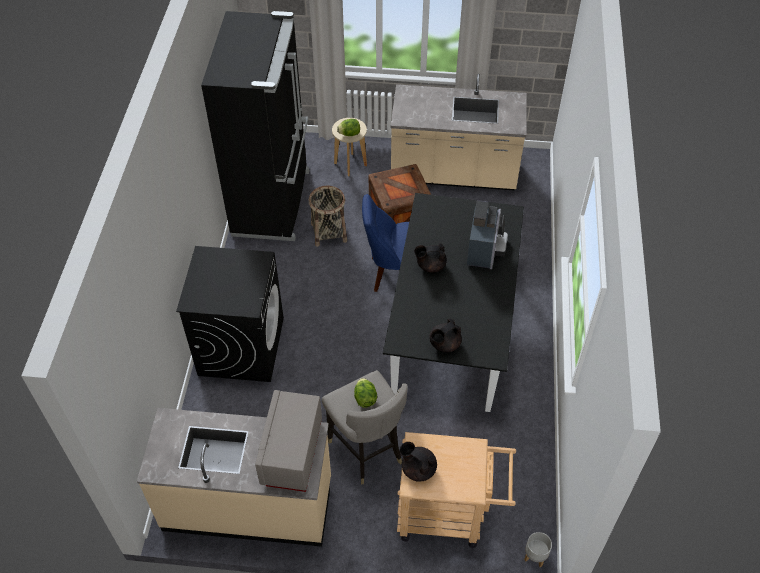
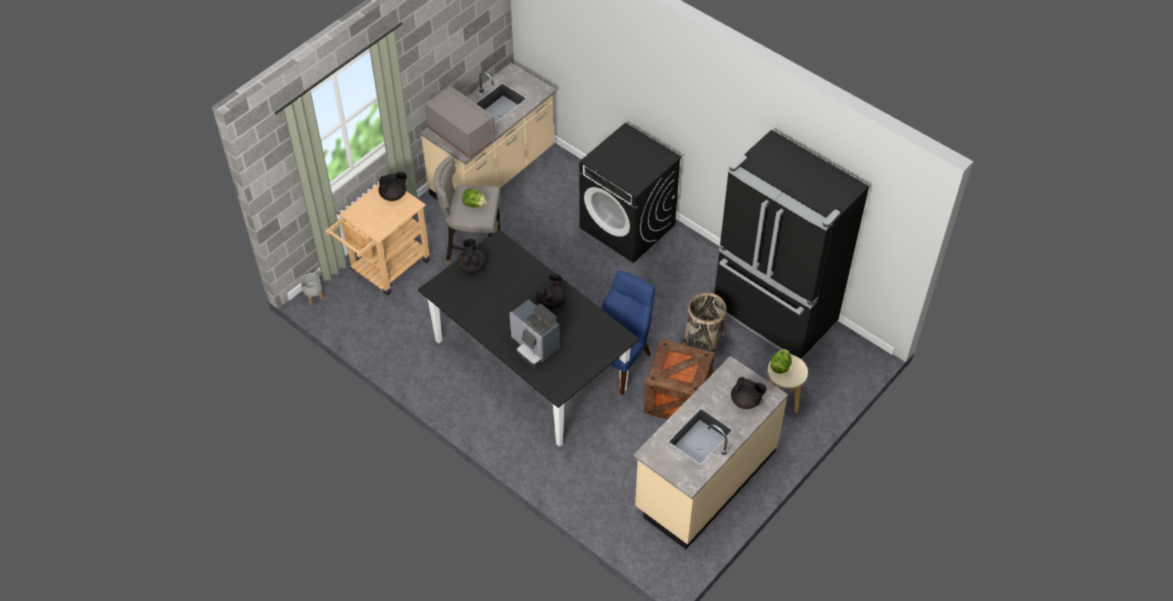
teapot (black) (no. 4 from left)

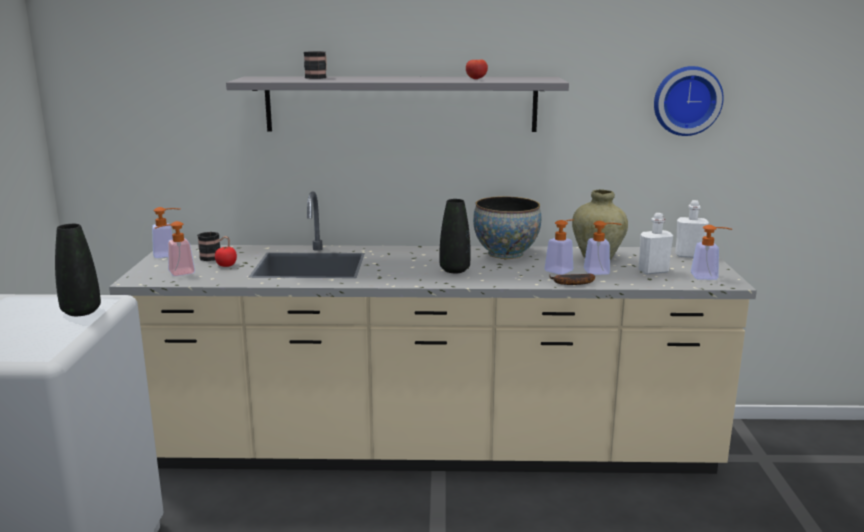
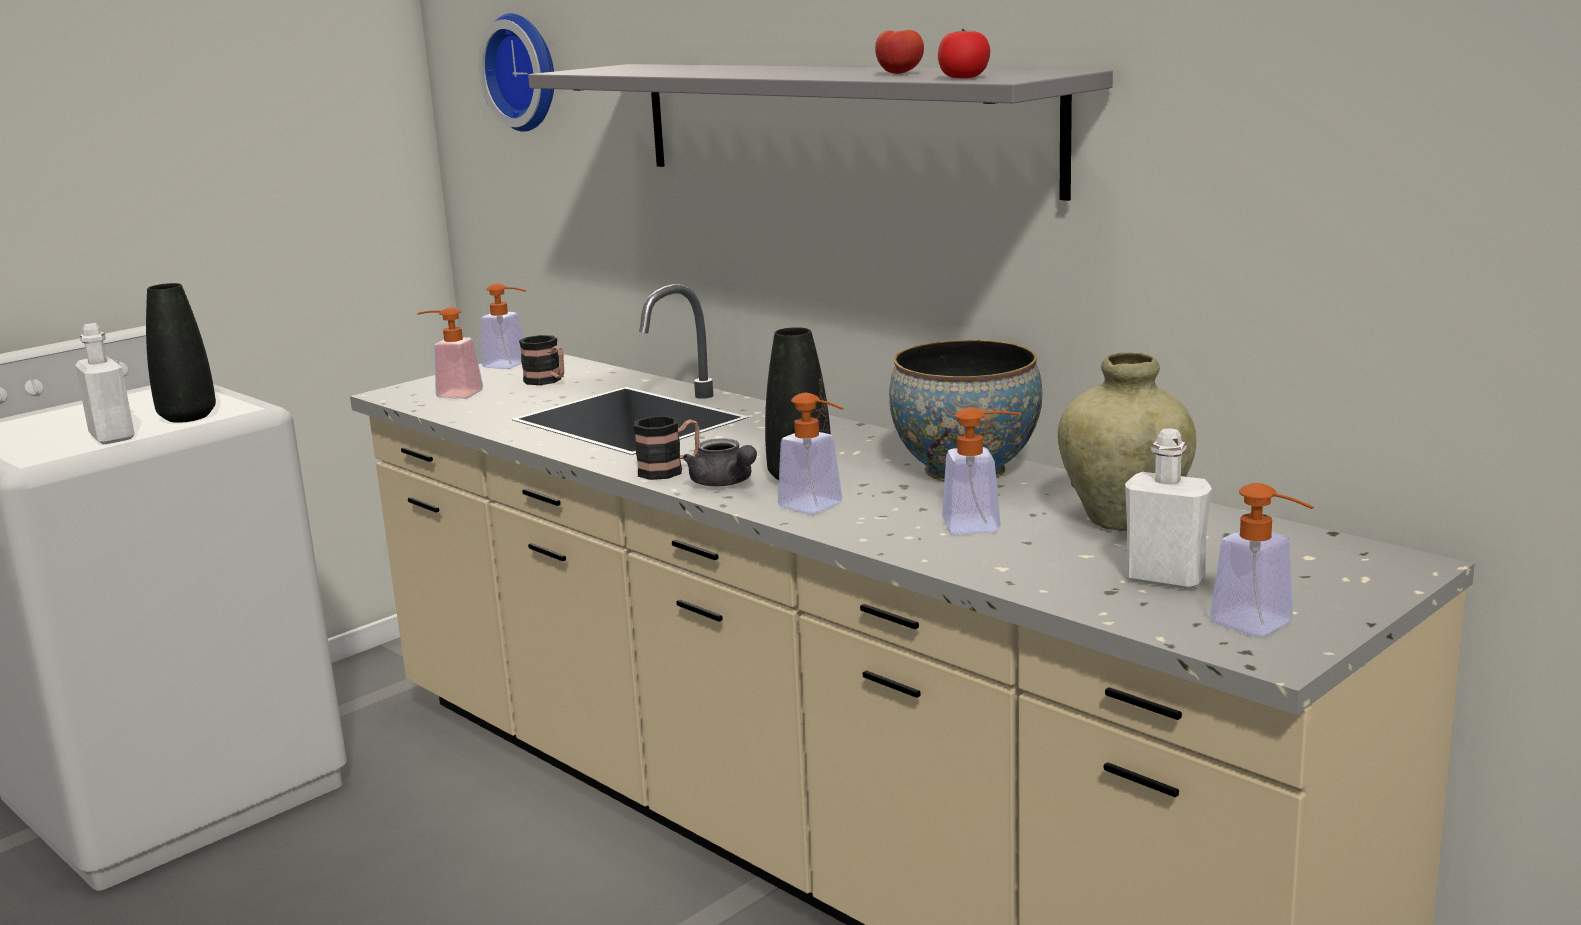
mug (no. 2 from left)
wall clock
bottle (white) (no. 1 from left)
soap dispenser (no. 3 from left)
tomato (no. 2 from left)
banana
teapot (grey)

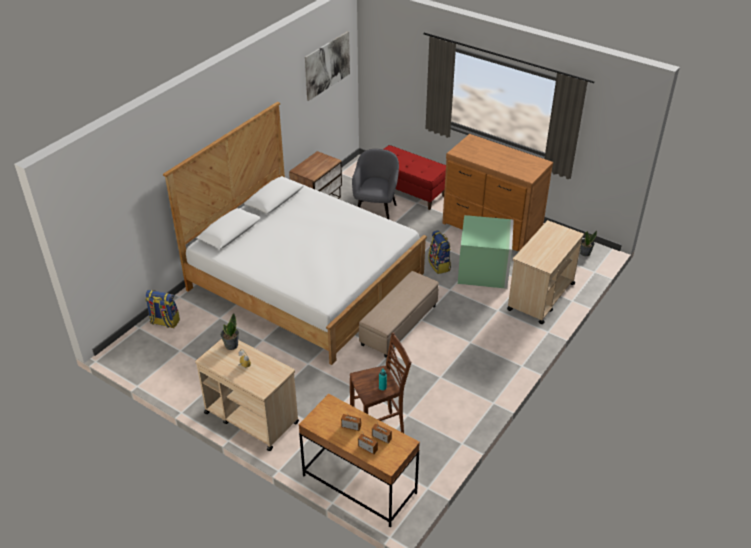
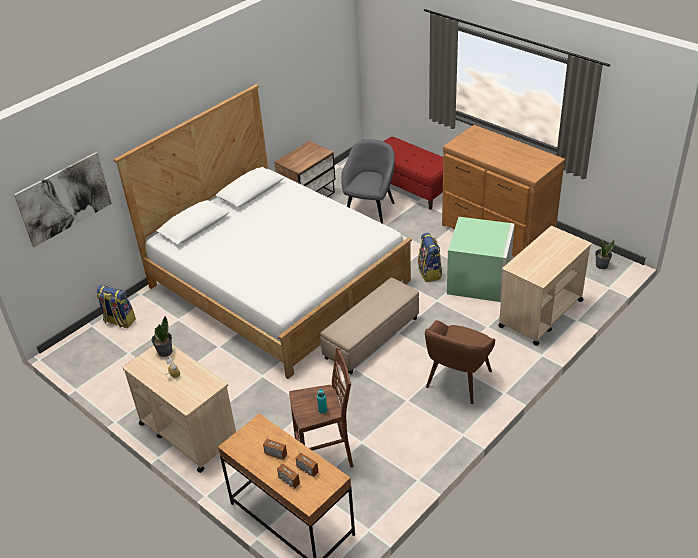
picture
armchair (brown)

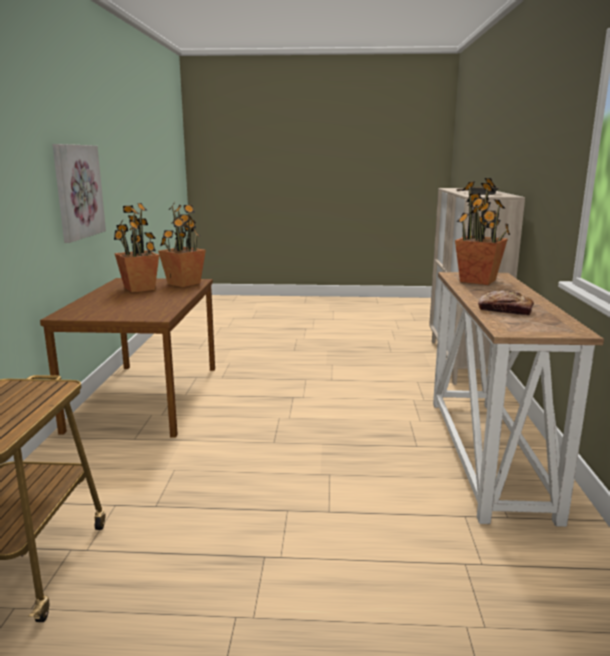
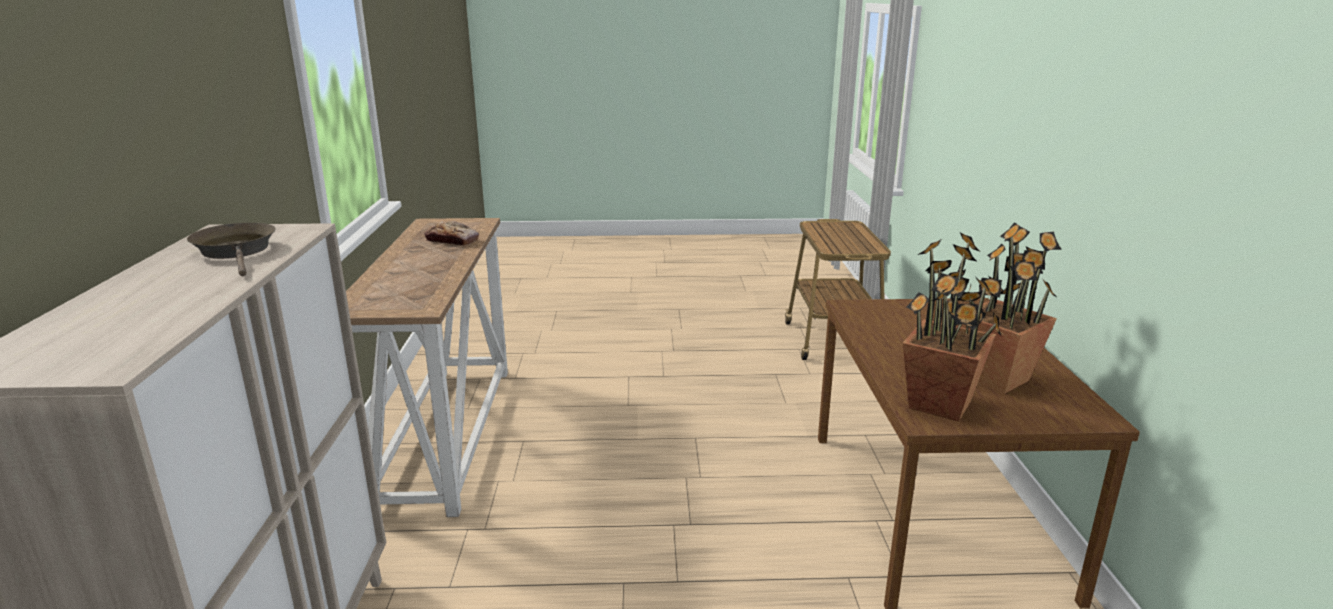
picture
potted plant (no. 3 from left in the first image)

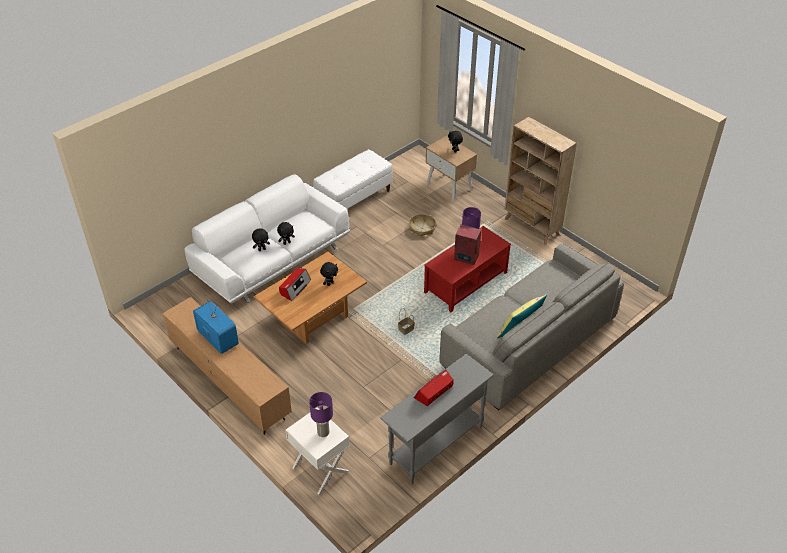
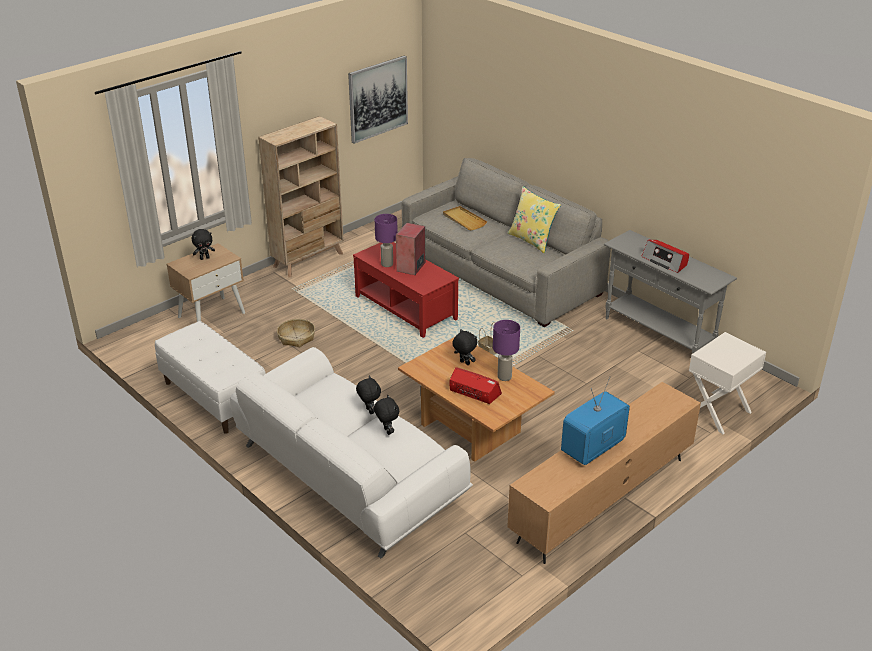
table lamp (purple) (no. 2 from left)
picture
tray (beige)

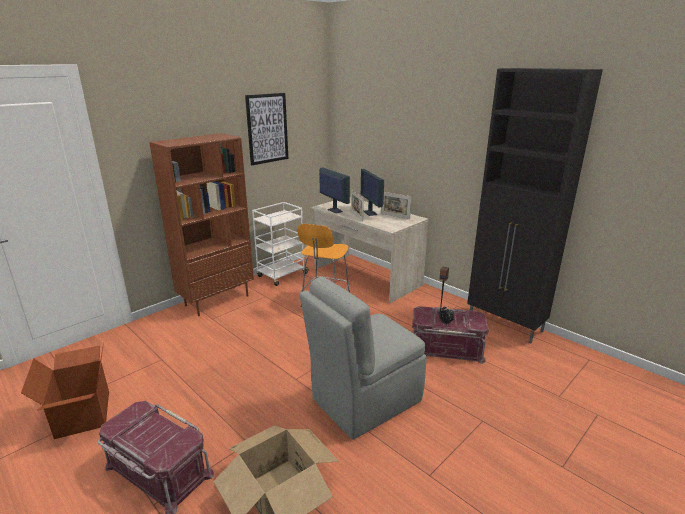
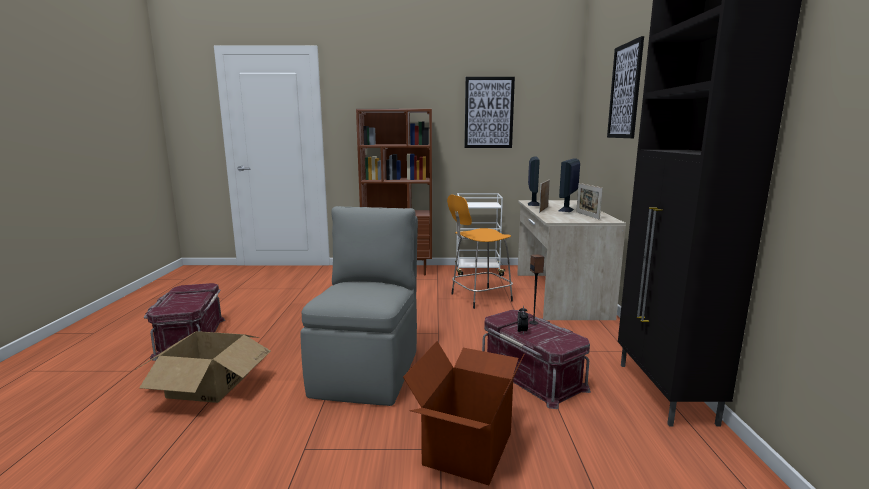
chair (grey)
cardboard box (no. 2 from left)
picture (no. 2 from left)

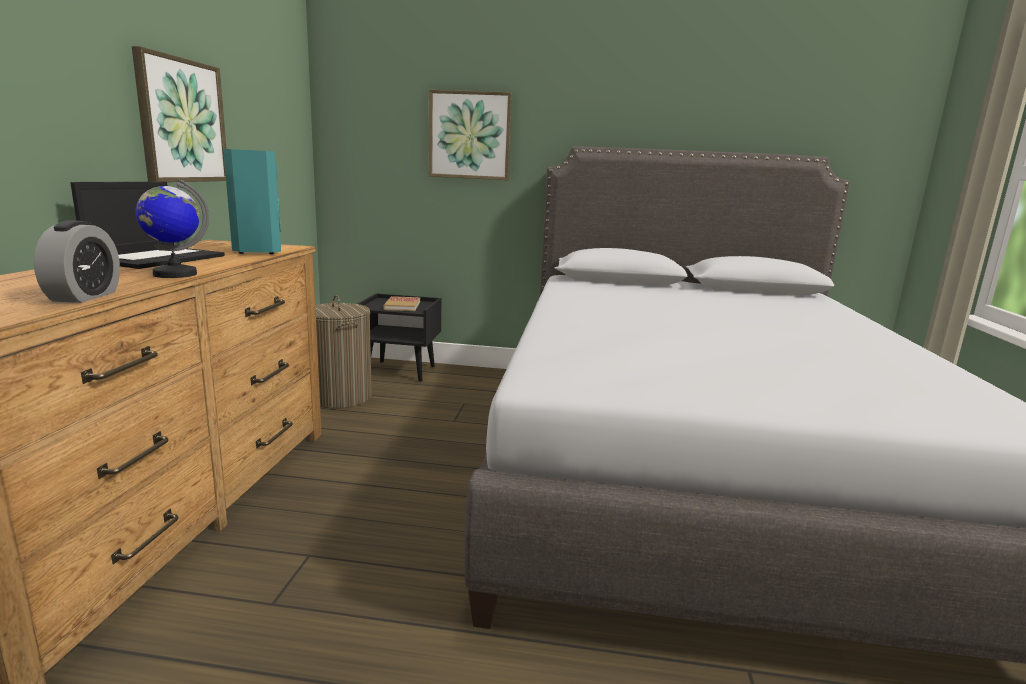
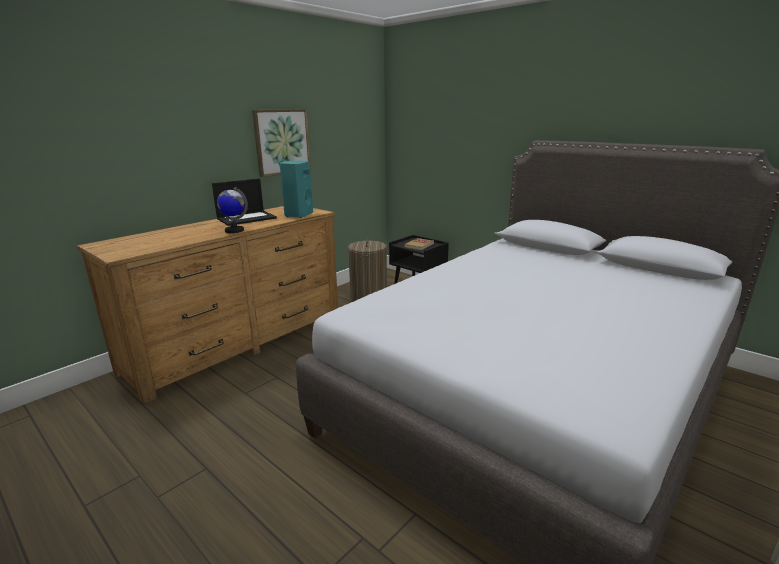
picture (no. 2 from left in the first image)
alarm clock

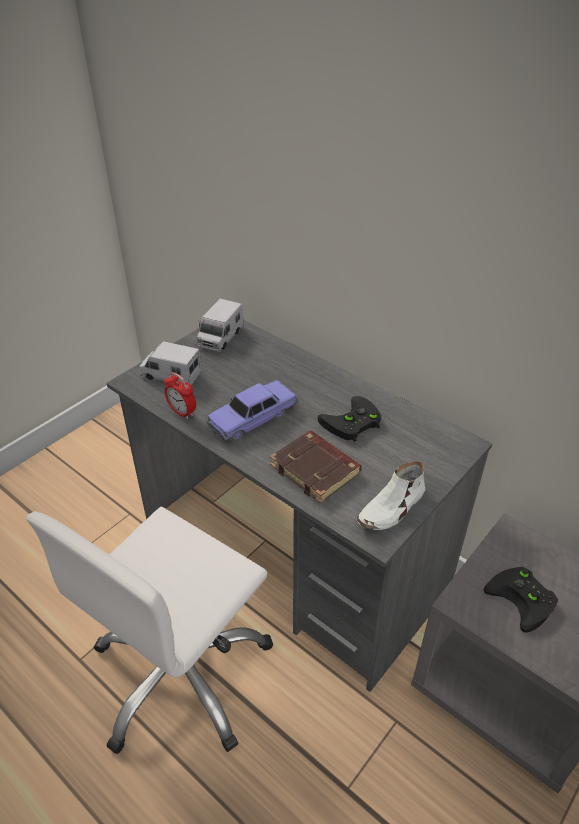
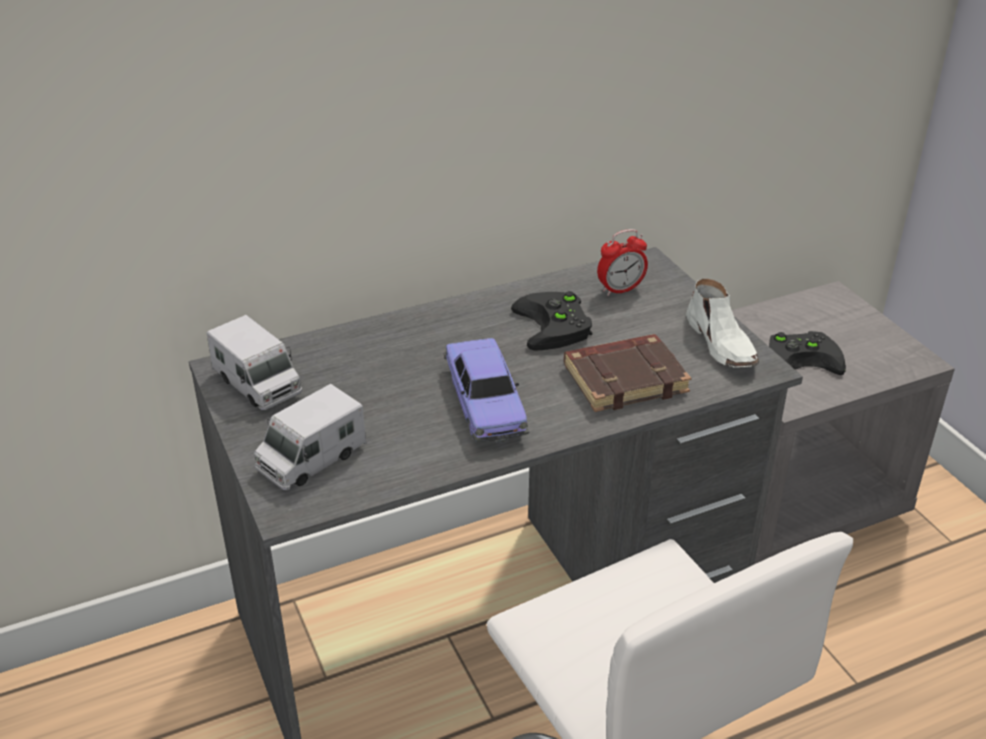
alarm clock

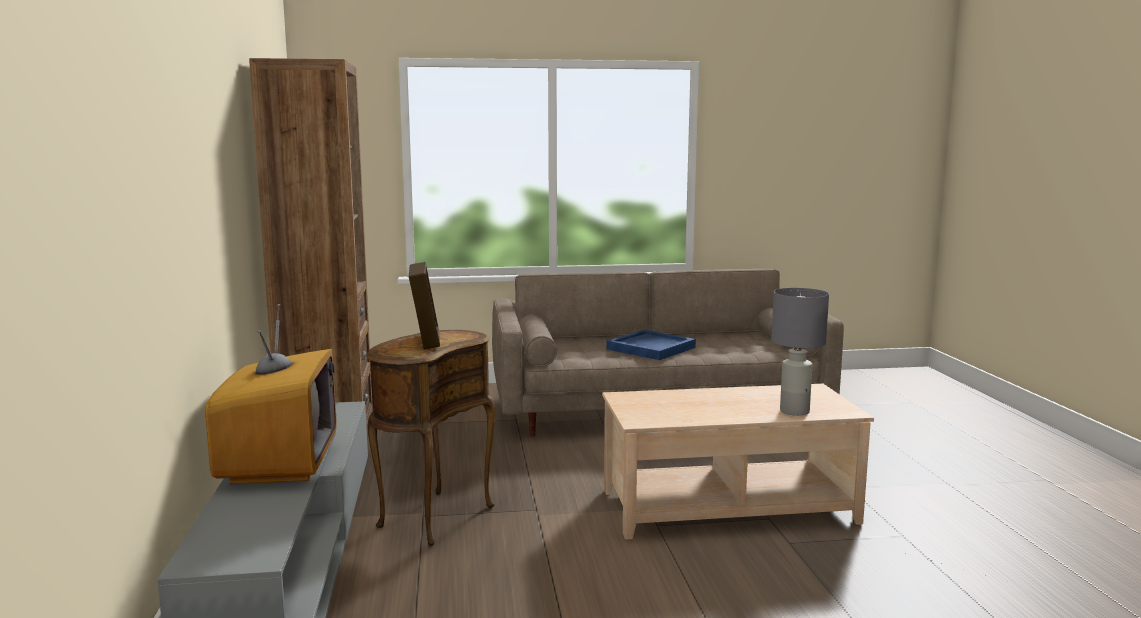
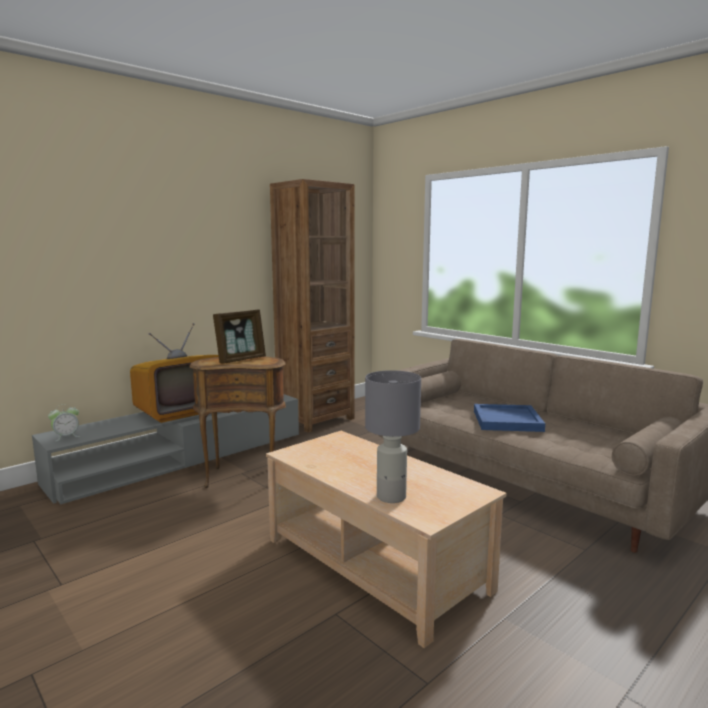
alarm clock

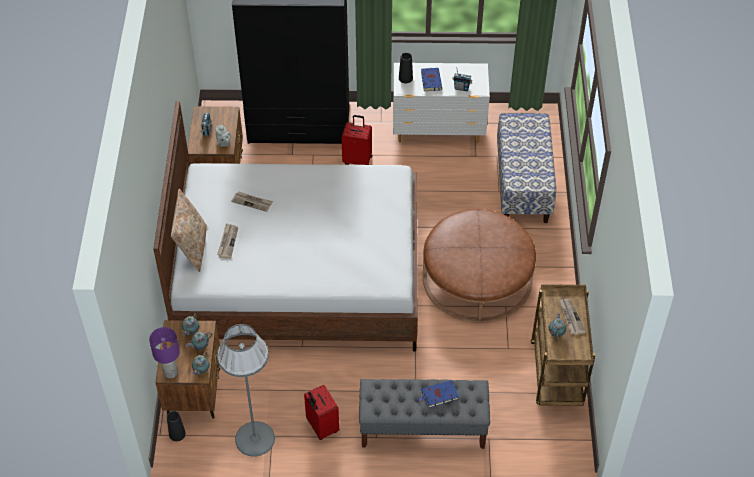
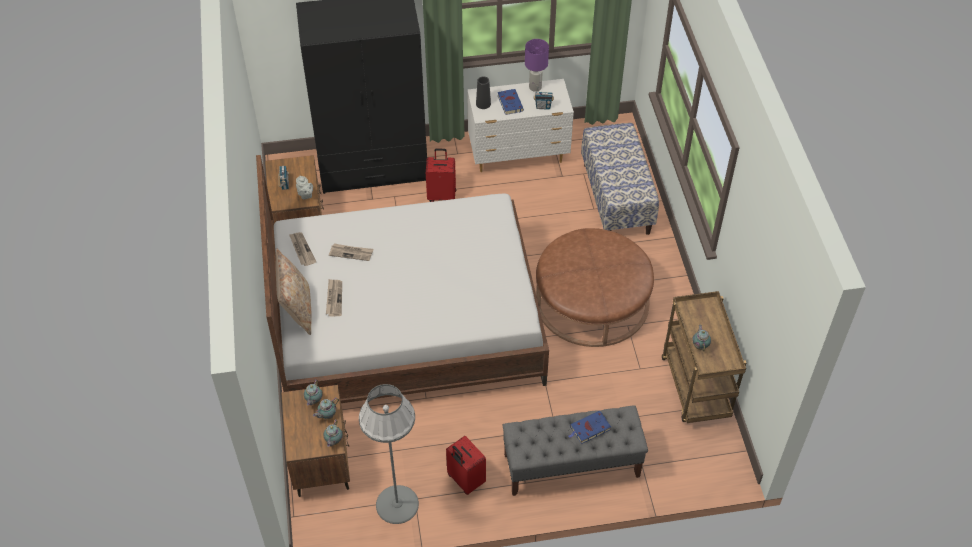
newspaper (no. 1 from left)
table lamp (purple)
vase (black) (no. 1 from left in the first image)

